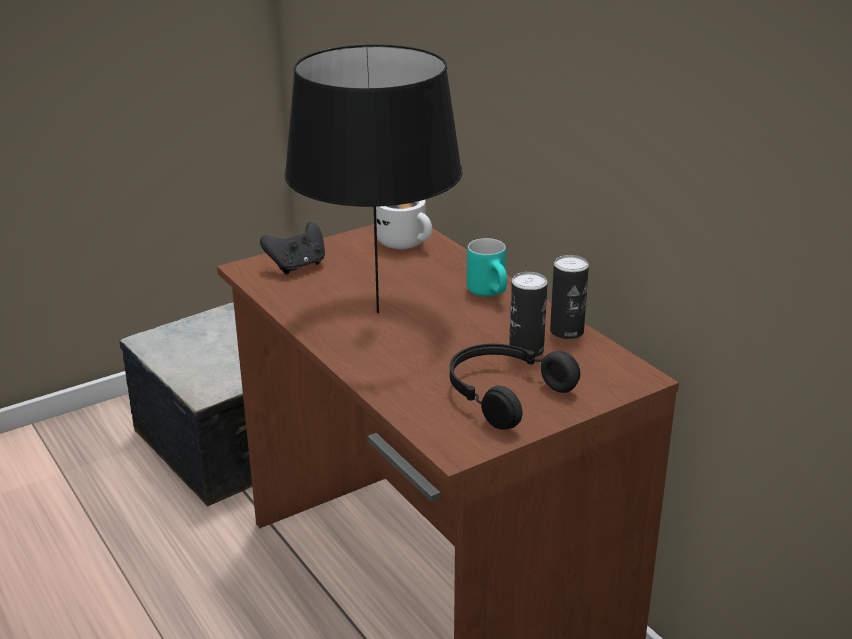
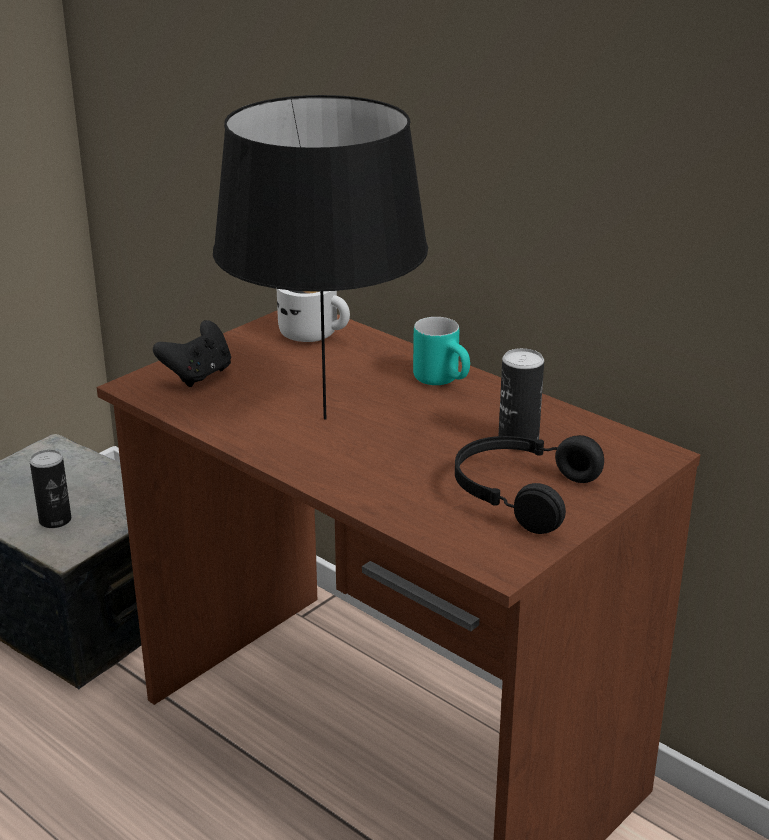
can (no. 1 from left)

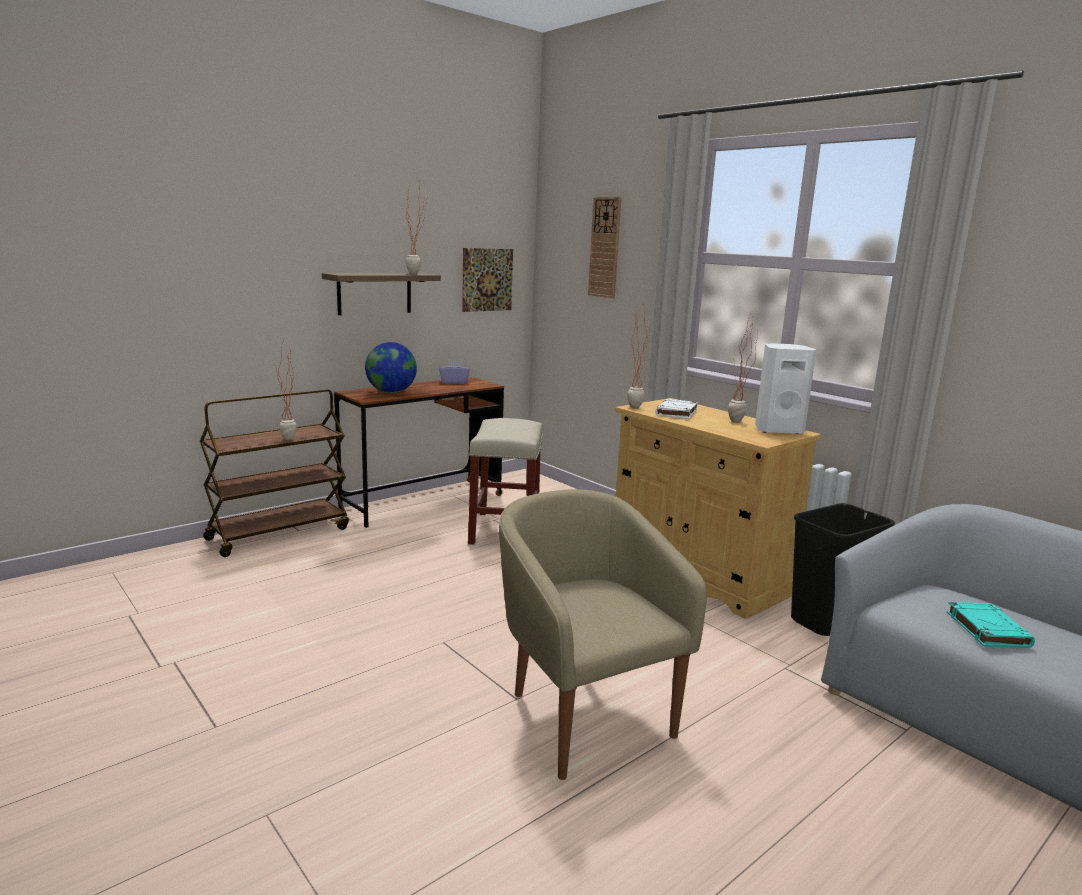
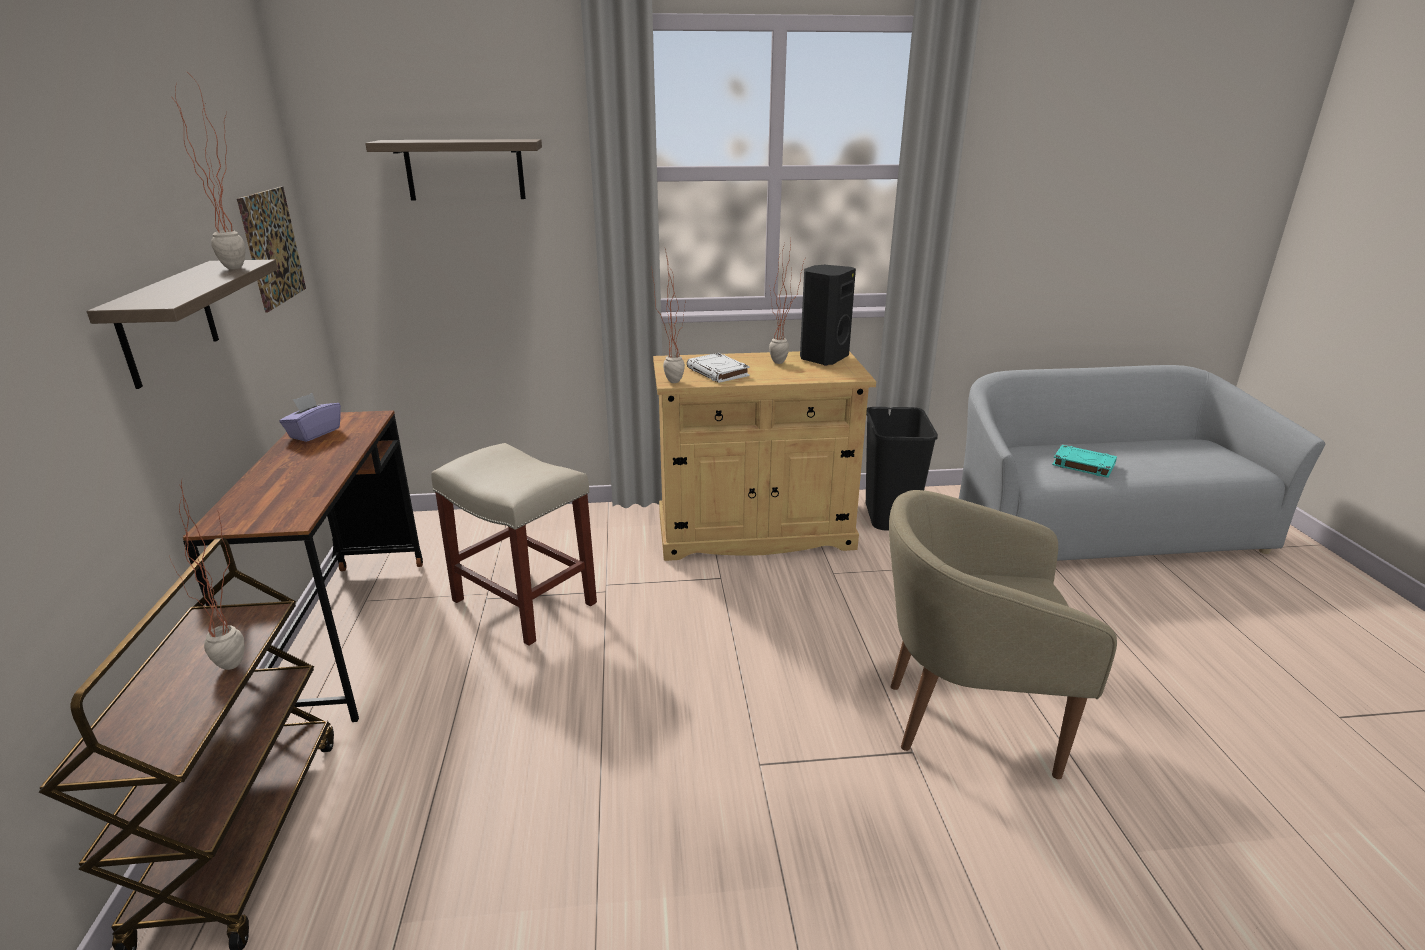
shelf (no. 2 from left)
globe
speaker (black)

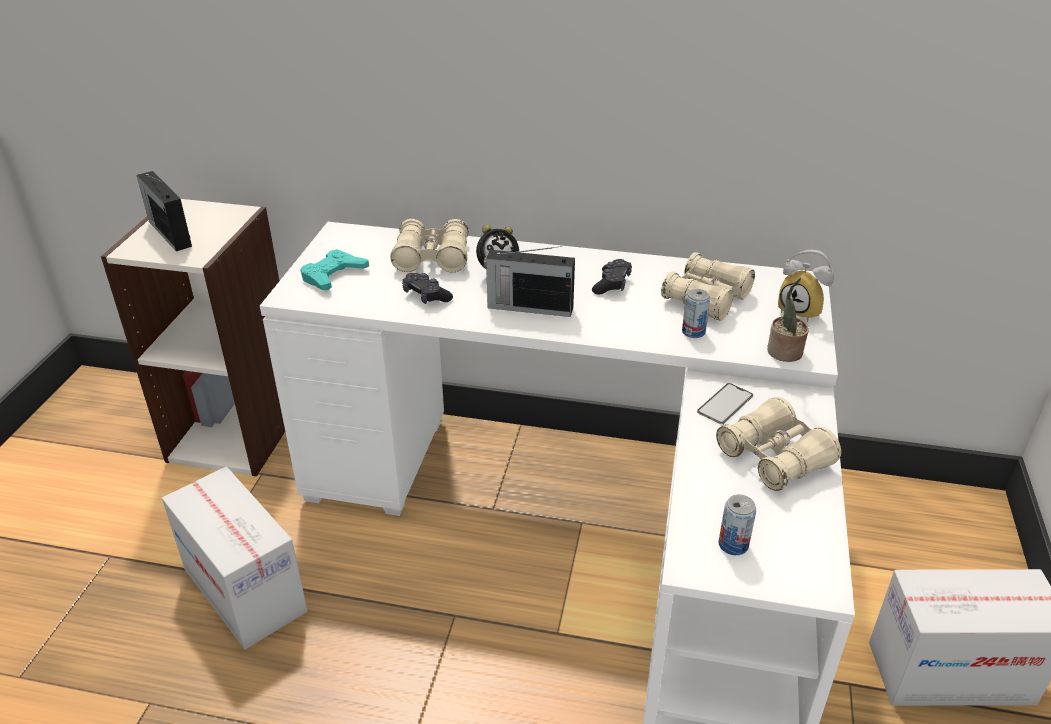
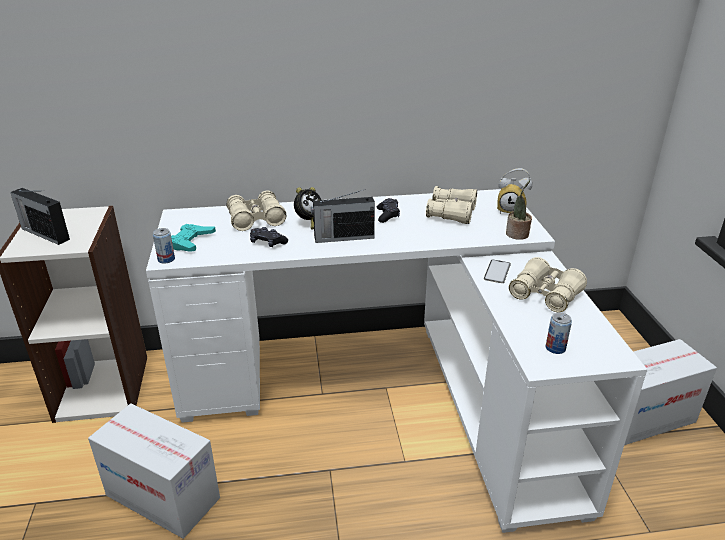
can (no. 1 from left)

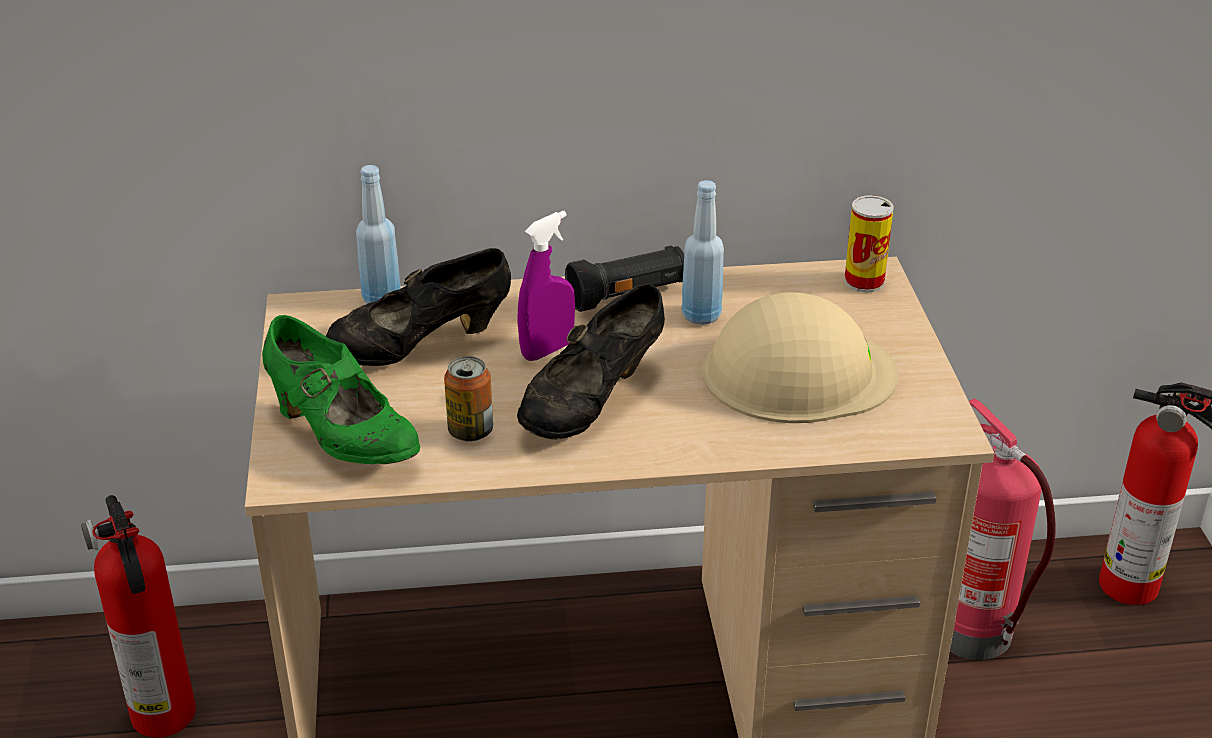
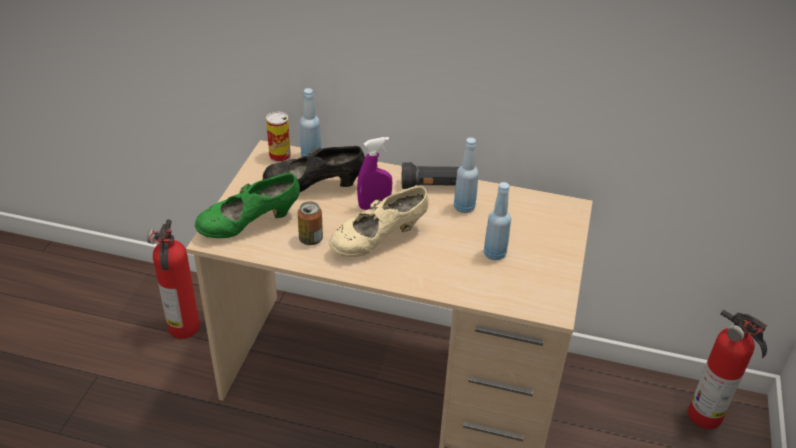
can (no. 1 from left)
shoe (beige)
bottle (blue) (no. 3 from left)
shoe (green)
fire extinguisher (no. 2 from left in the first image)

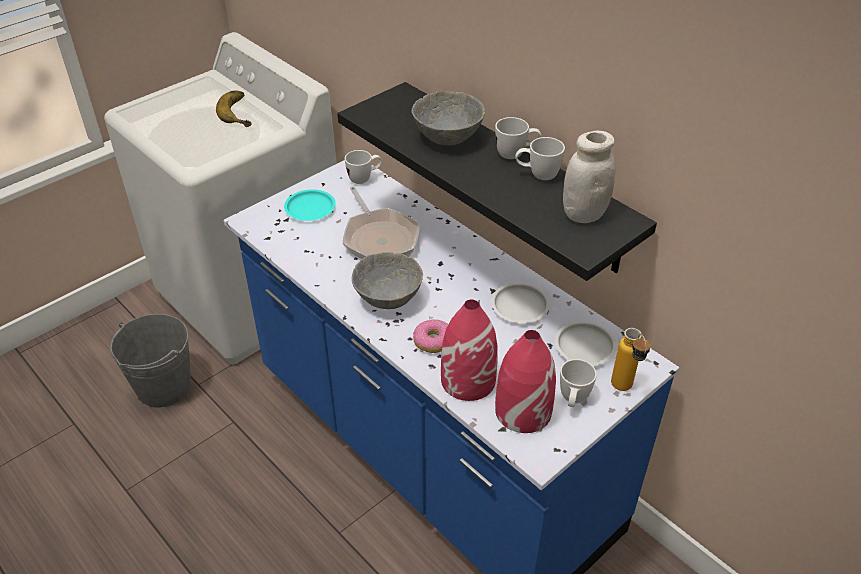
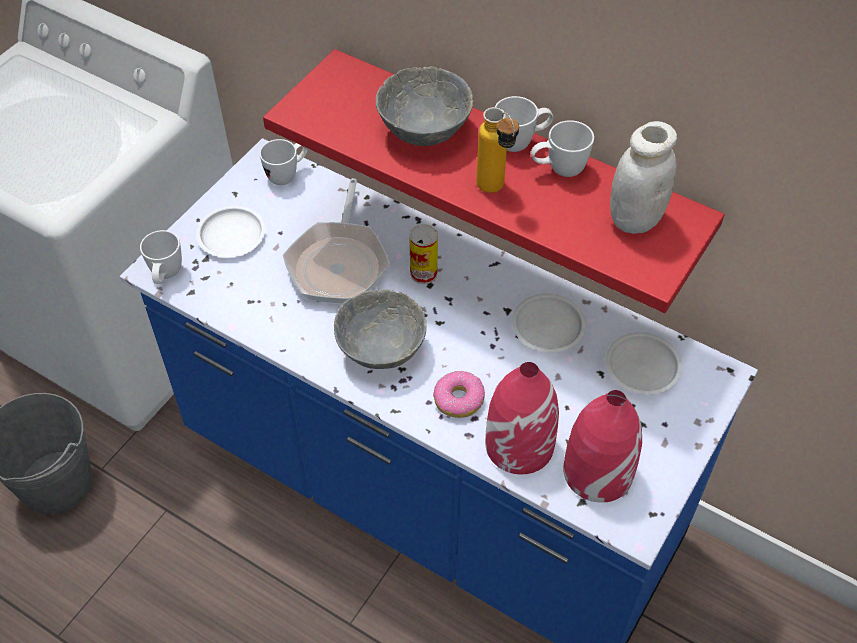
shelf (red)
banana
frying pan
plate (white) (no. 1 from left)
bottle
mug (white) (no. 1 from left)
can

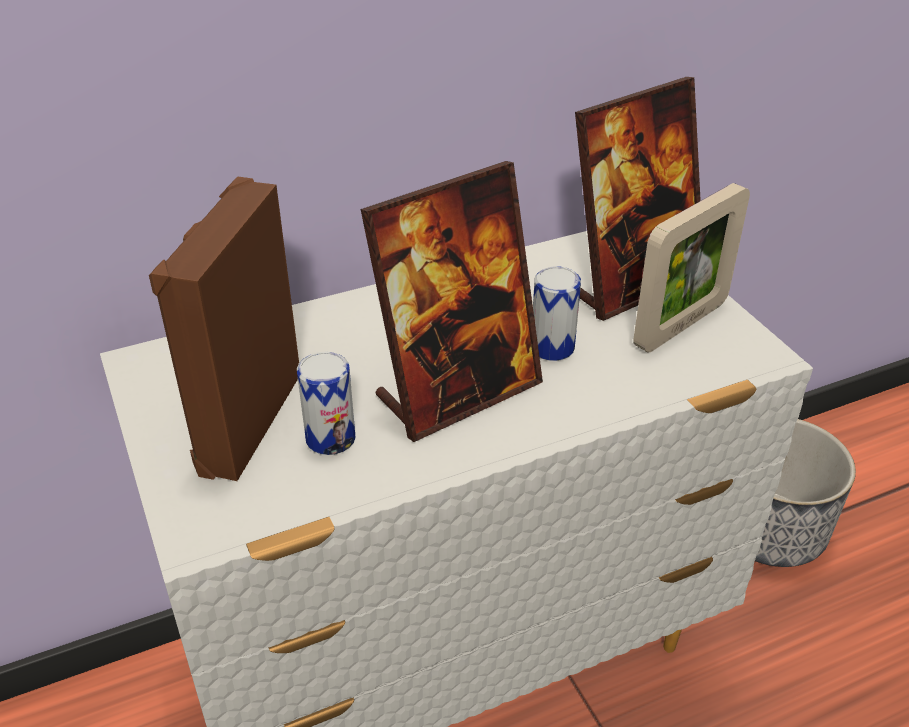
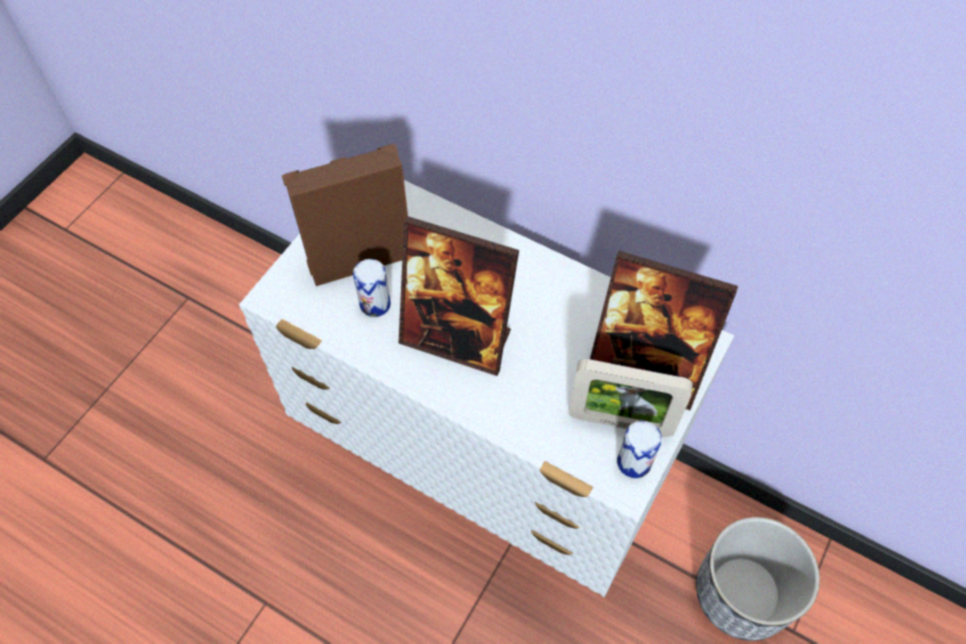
can (no. 2 from left)

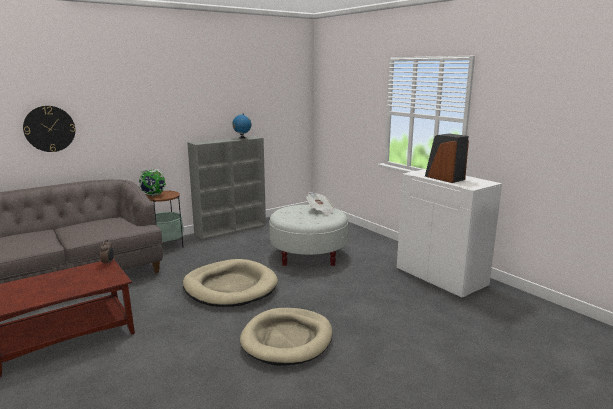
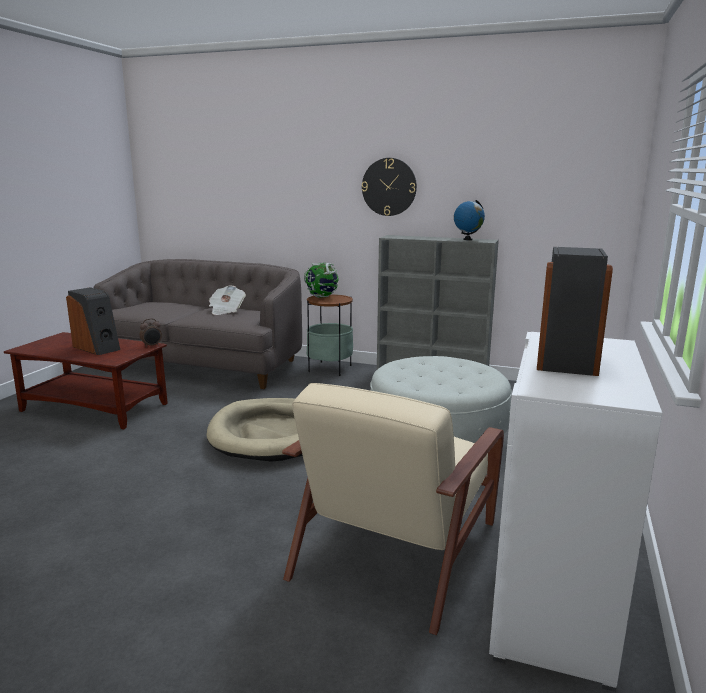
wall clock
newspaper
dog bed (beige) (no. 2 from left in the first image)
speaker (no. 1 from left)
armchair (beige)

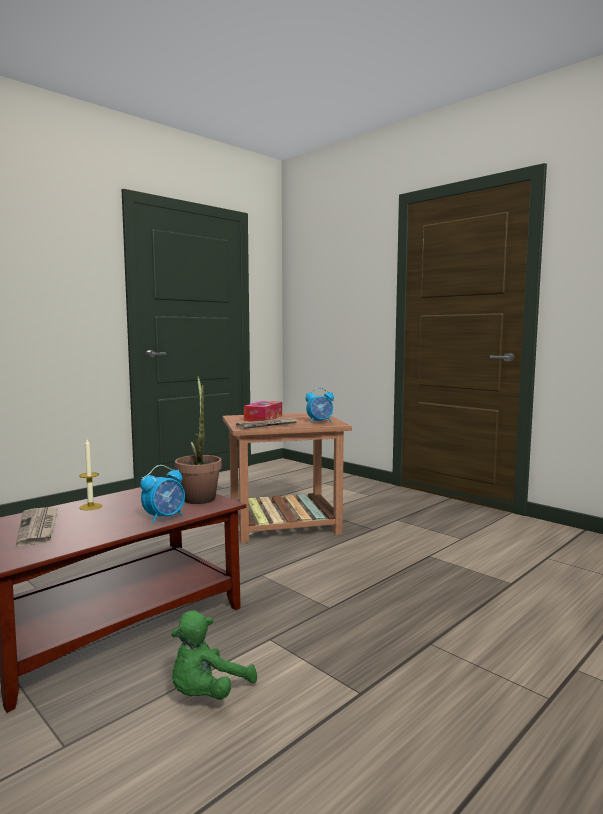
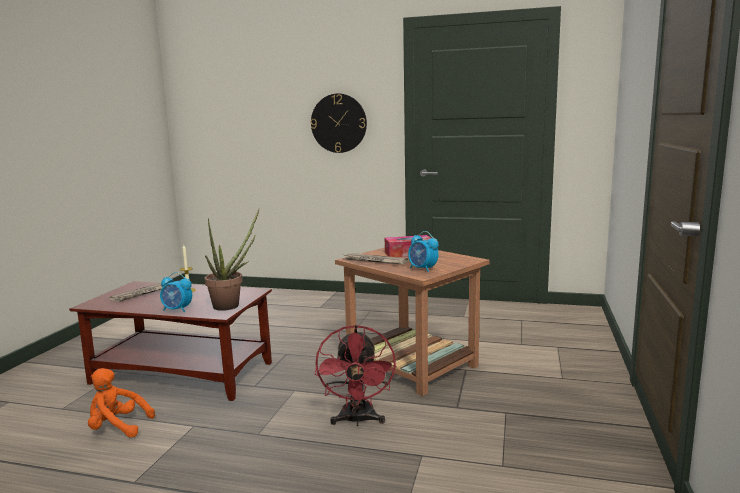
plush toy (orange)
wall clock
fan (red)

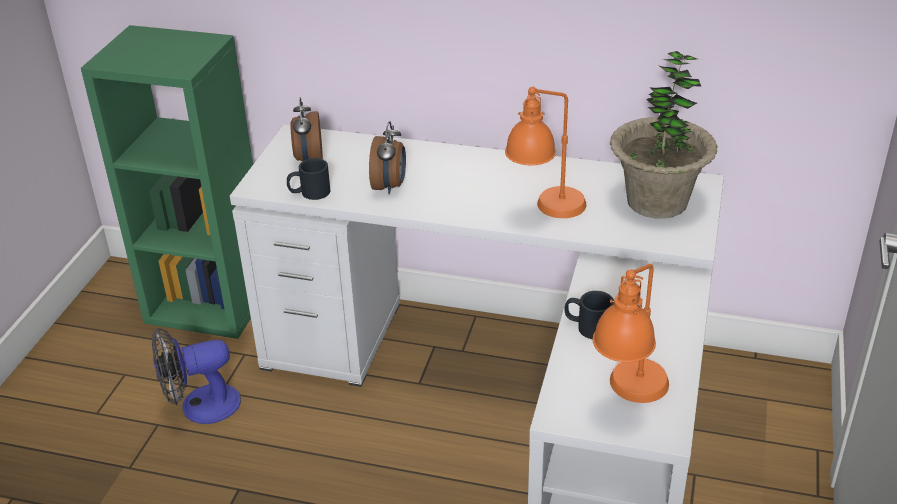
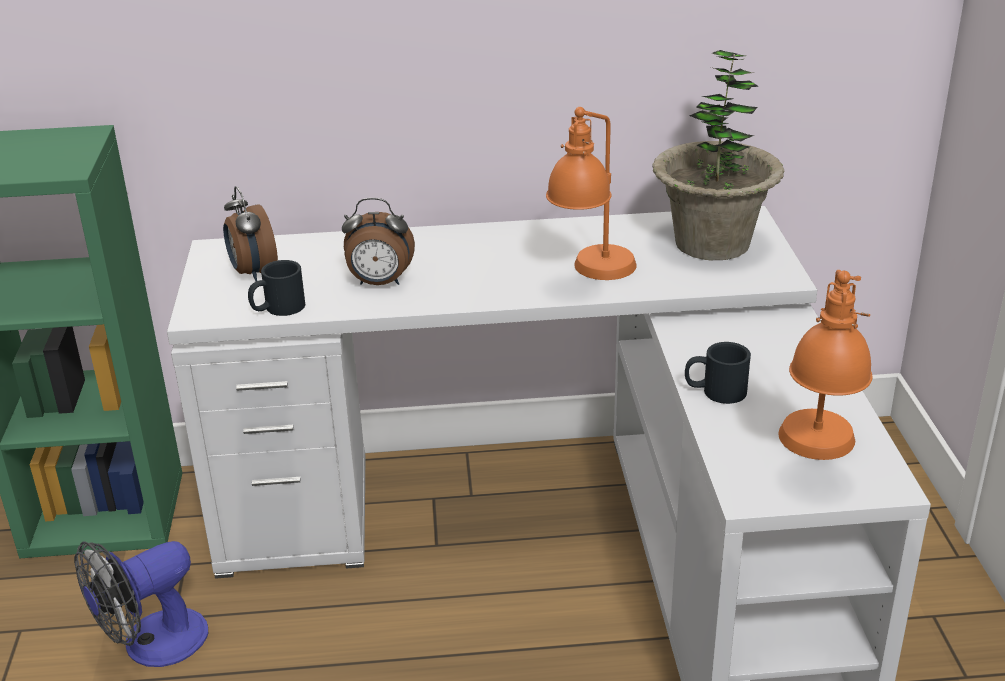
alarm clock (no. 2 from left)

